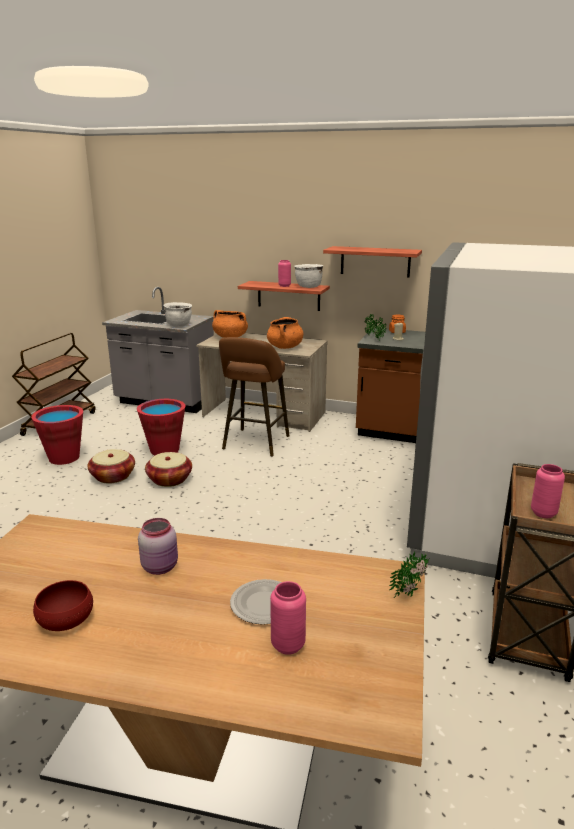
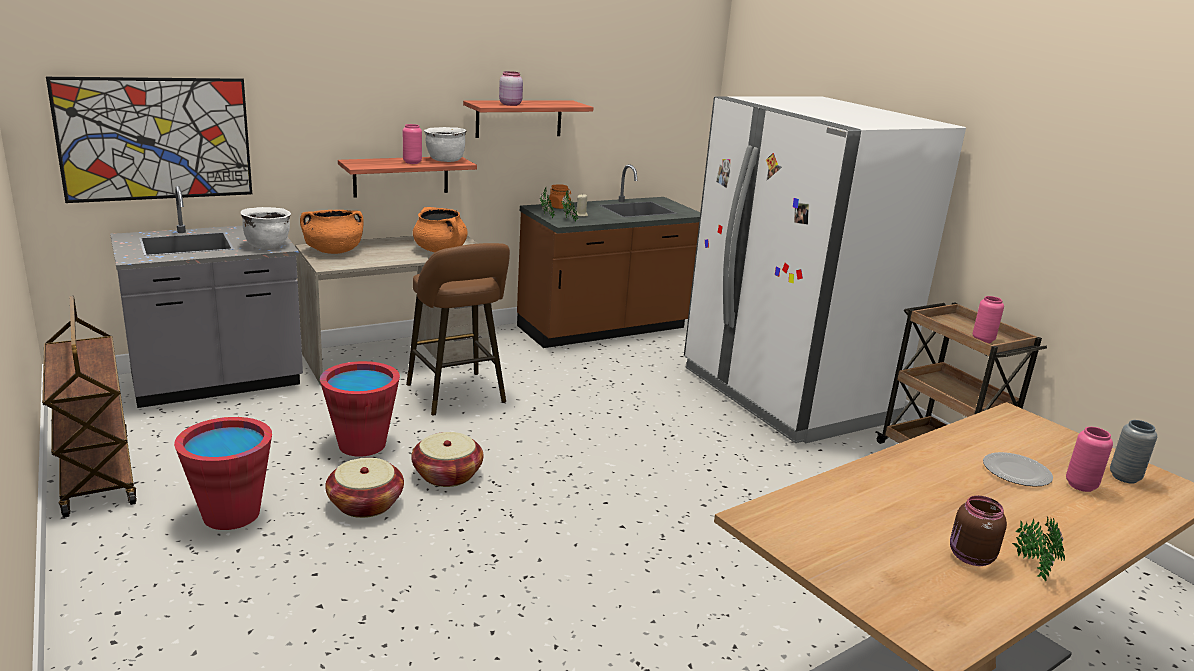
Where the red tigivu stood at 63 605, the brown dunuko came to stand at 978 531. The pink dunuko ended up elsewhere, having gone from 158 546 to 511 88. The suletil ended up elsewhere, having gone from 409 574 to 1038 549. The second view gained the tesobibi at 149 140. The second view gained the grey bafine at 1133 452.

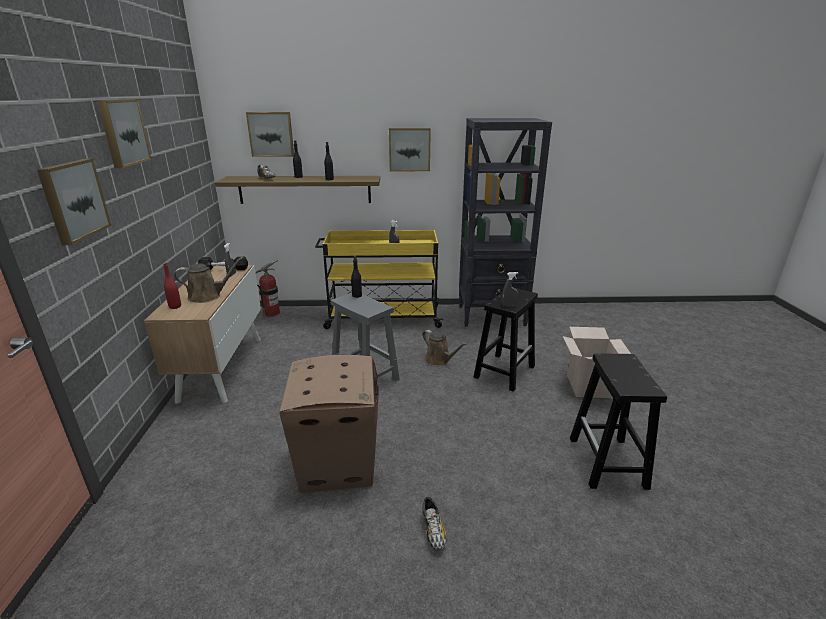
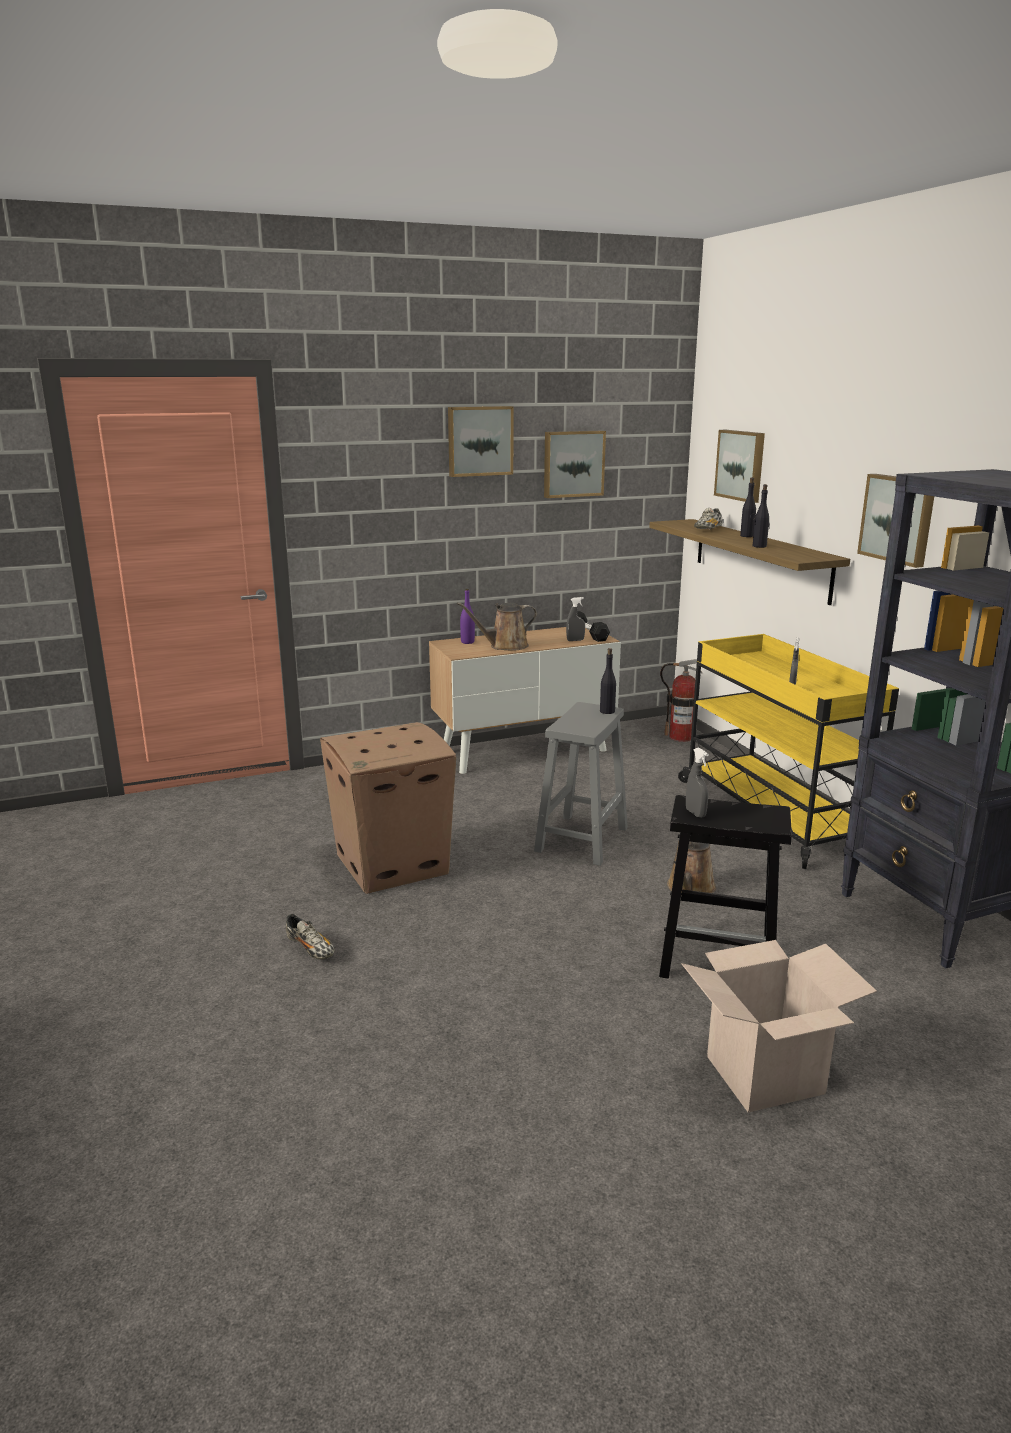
The tesobibi ended up elsewhere, having gone from 74 202 to 575 464. What was the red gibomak at 172 286 turned into the purple gibomak at 467 616. The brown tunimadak at 208 280 ended up facing another way, 105 degrees clockwise from before. The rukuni at 434 524 ended up facing another way, 105 degrees counterclockwise from before. The second view lost the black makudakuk at 618 421.

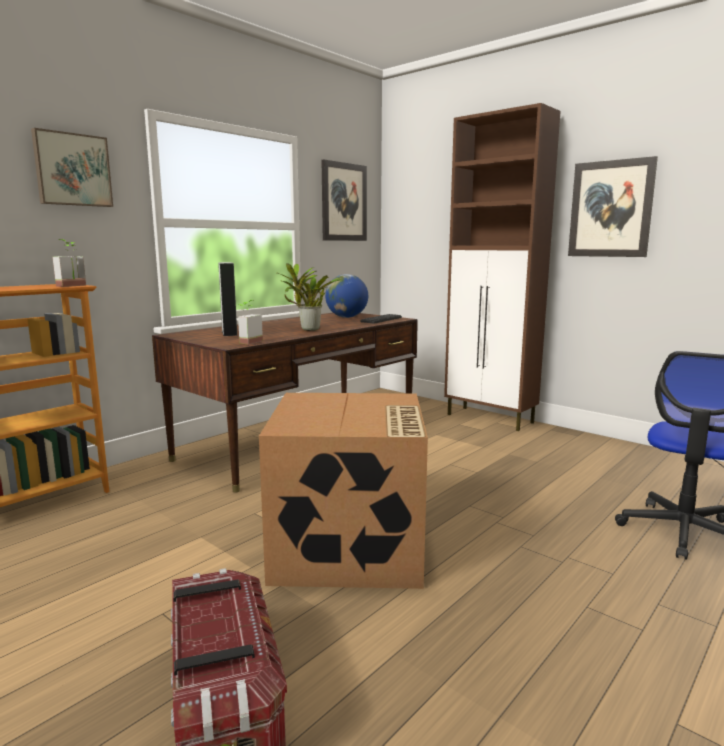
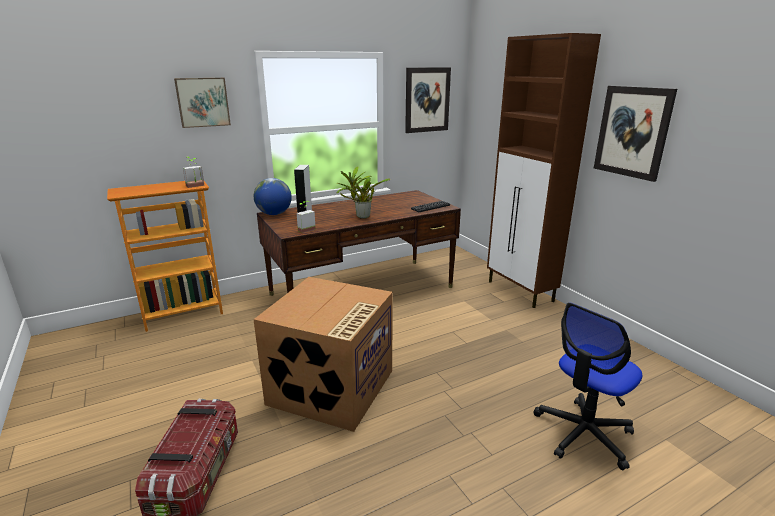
The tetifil ended up elsewhere, having gone from 346 296 to 273 196.

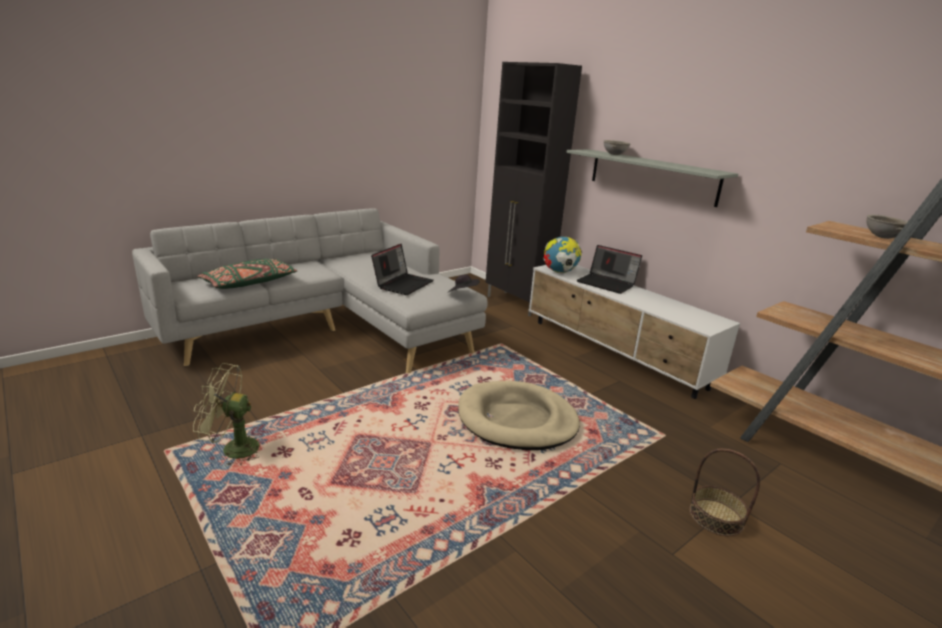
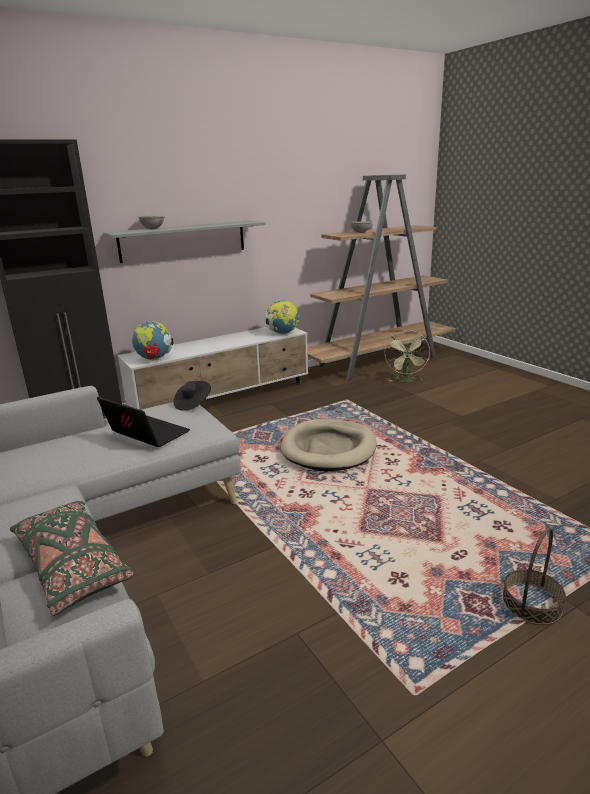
The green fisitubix ended up elsewhere, having gone from 226 414 to 407 356. The second view lost the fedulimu at 609 269. The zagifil ended up elsewhere, having gone from 724 492 to 534 576. The second view gained the tetifil at 282 317.

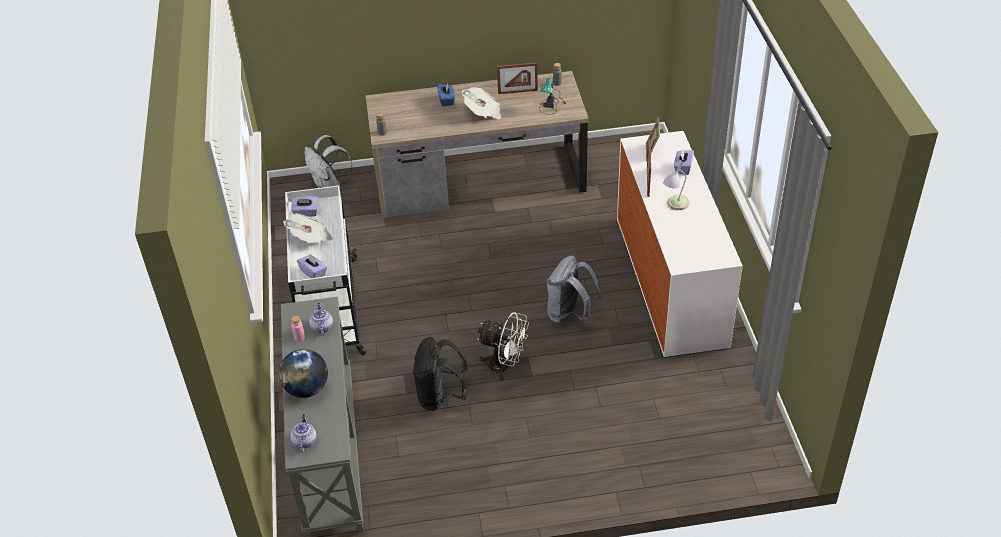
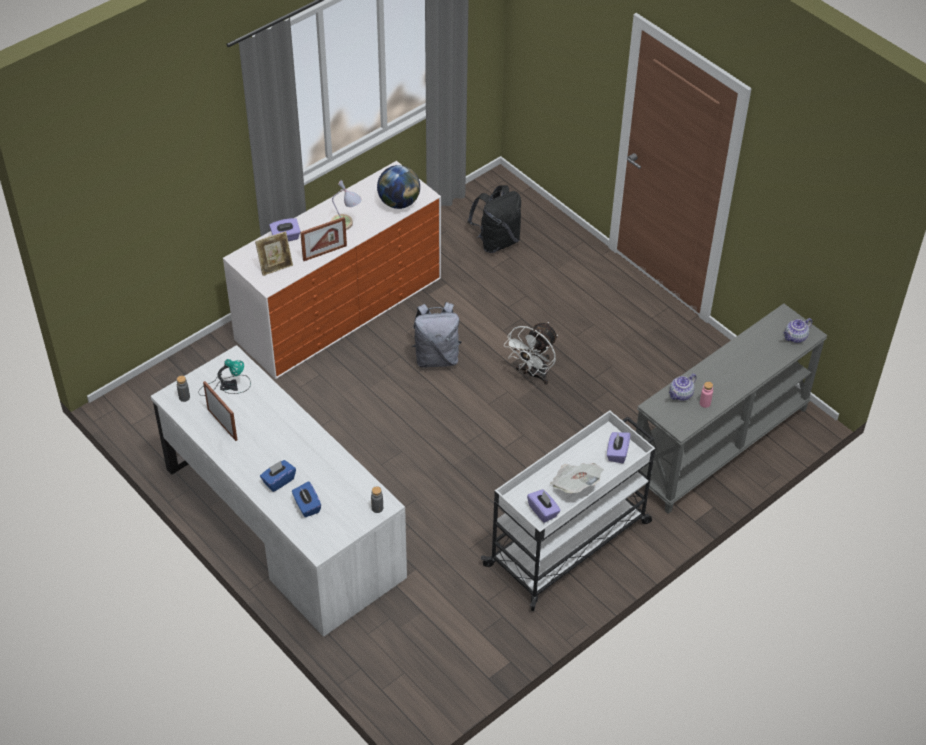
The tetifil ended up elsewhere, having gone from 303 373 to 398 187. The second view lost the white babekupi at 328 161. What was the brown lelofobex at 477 144 turned into the white lelofobex at 279 491. The black babekupi ended up elsewhere, having gone from 440 374 to 494 219. The second view lost the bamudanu at 481 103. The white fisitubix at 503 346 ended up facing another way, 135 degrees counterclockwise from before. The second view gained the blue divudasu at 306 499.

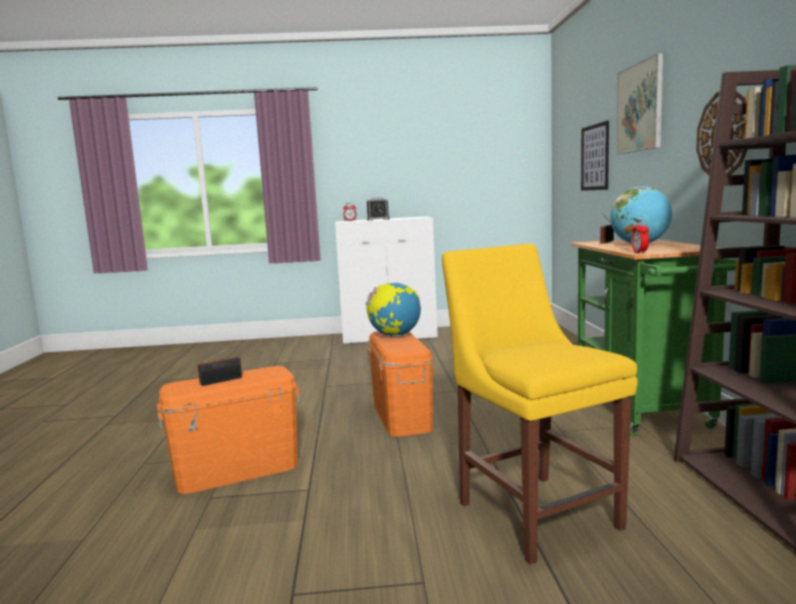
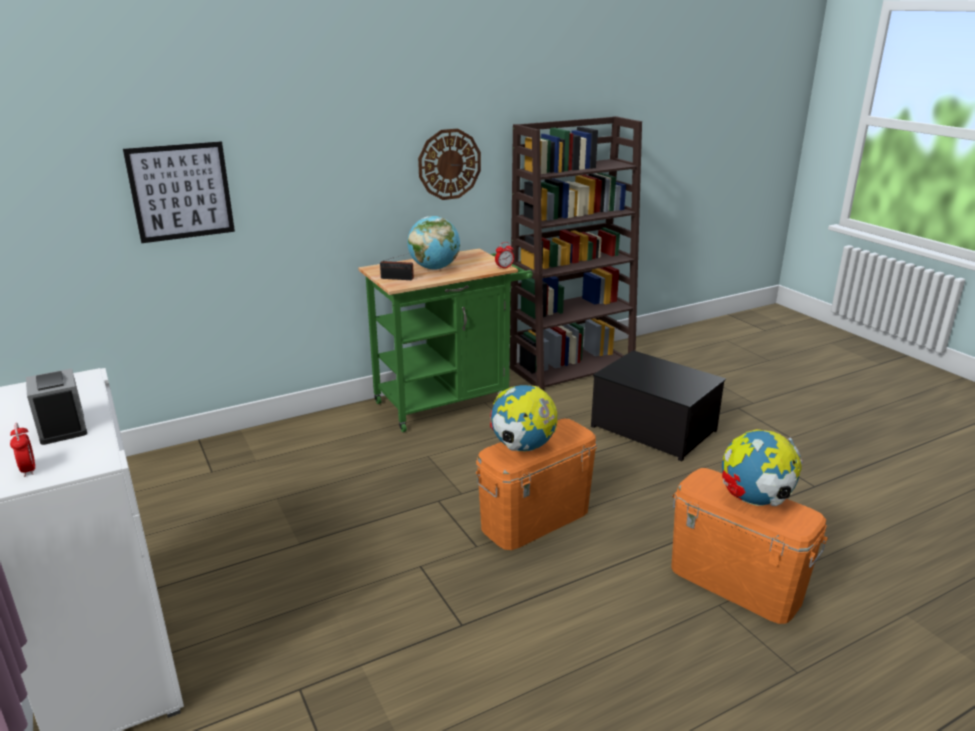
Where the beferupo stood at 220 363, the tetifil came to stand at 762 467. Where the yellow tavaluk stood at 540 403, the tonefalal came to stand at 658 405. The second view lost the tesobibi at 639 103.

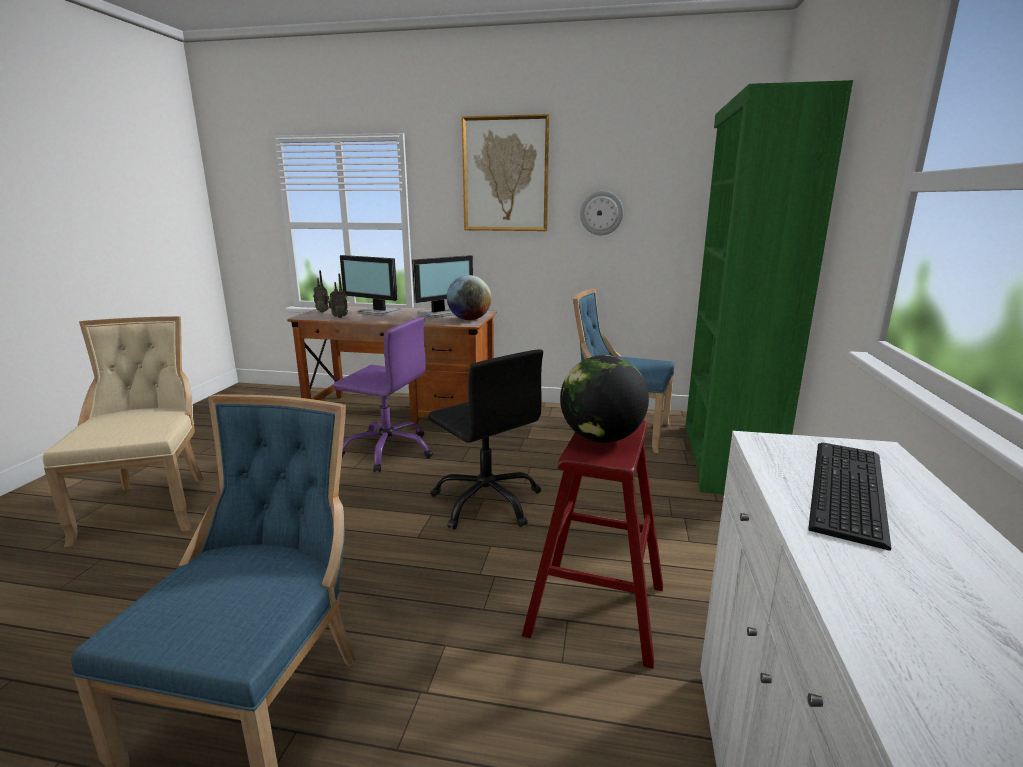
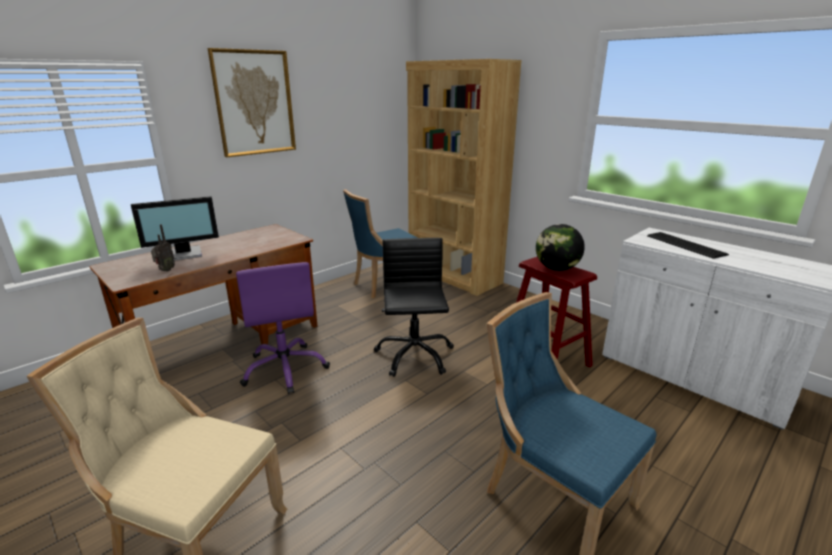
The second view lost the beferupo at 321 291. The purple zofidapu at 383 394 ended up facing another way, 105 degrees clockwise from before. The second view lost the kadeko at 442 286. The black zofidapu at 485 439 ended up facing another way, 90 degrees counterclockwise from before. The second view lost the tetifil at 469 297. The second view lost the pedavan at 601 213. What was the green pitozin at 769 287 turned into the brown pitozin at 463 177.

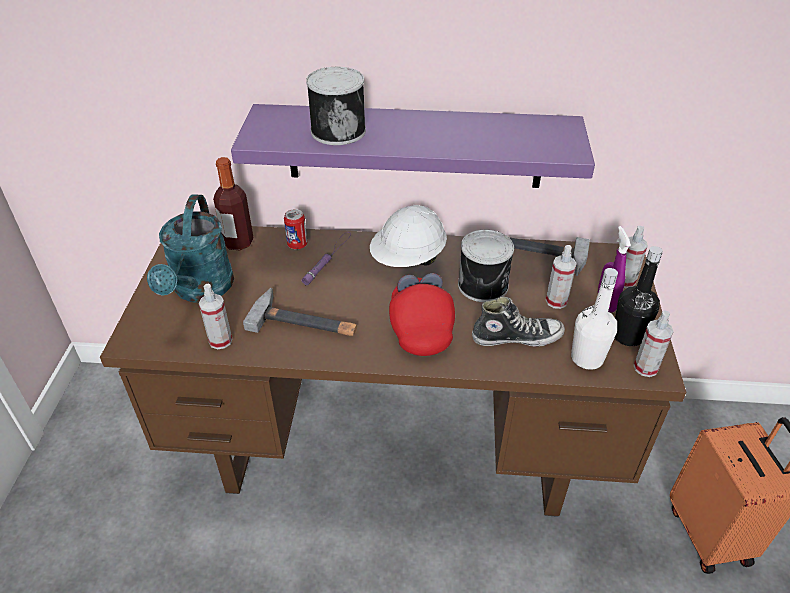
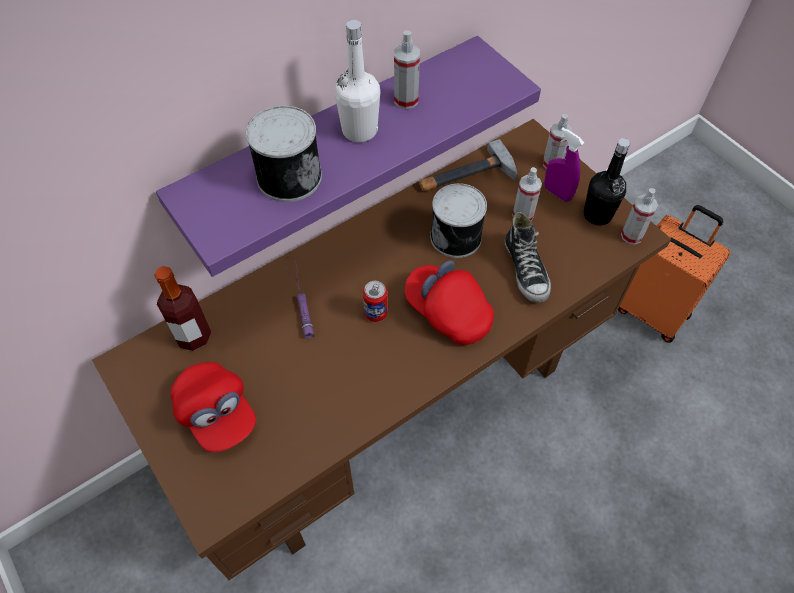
Where the turquoise tunimadak stood at 190 248, the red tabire came to stand at 213 407. The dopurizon ended up elsewhere, having gone from 215 316 to 407 69. The second view lost the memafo at 300 312. The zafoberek ended up elsewhere, having gone from 295 229 to 375 301. The second view lost the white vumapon at 408 236. The rukuni at 518 322 ended up facing another way, 120 degrees clockwise from before. The white gibomak ended up elsewhere, having gone from 594 319 to 357 81.

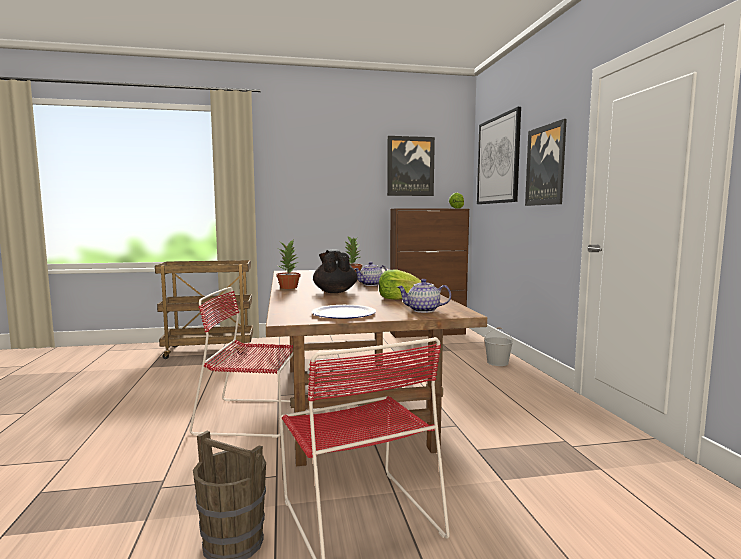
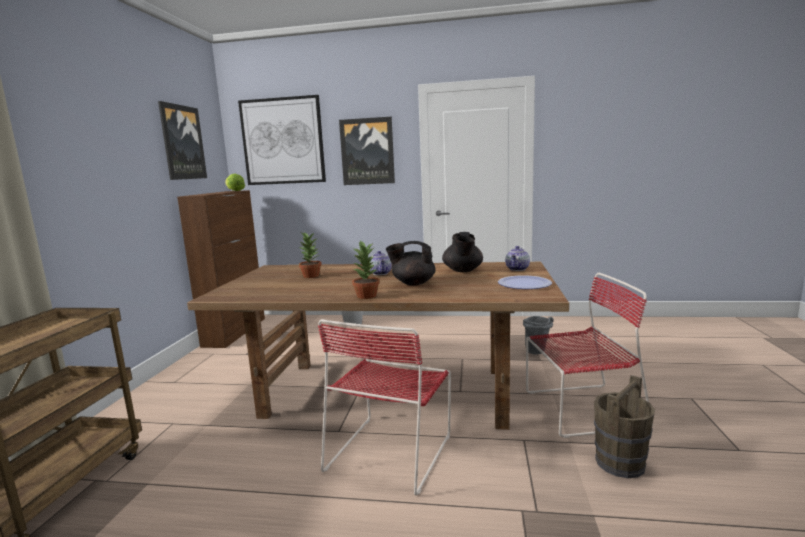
Where the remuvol stood at 400 285, the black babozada came to stand at 462 252. The second view gained the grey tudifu at 538 335.

